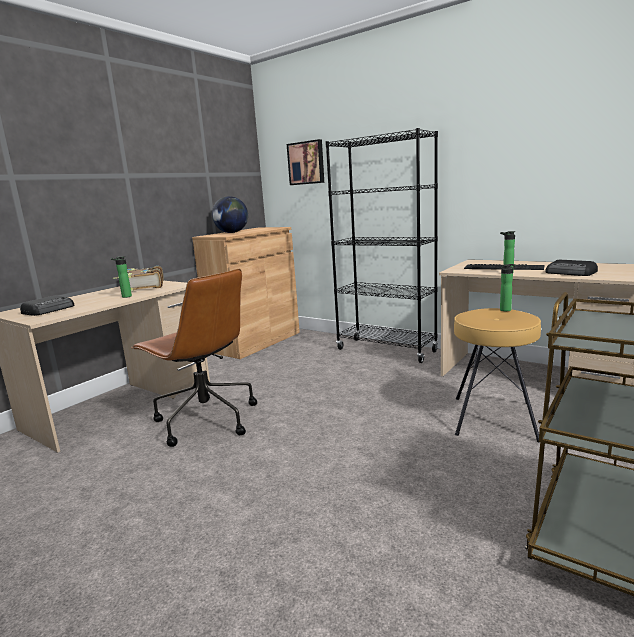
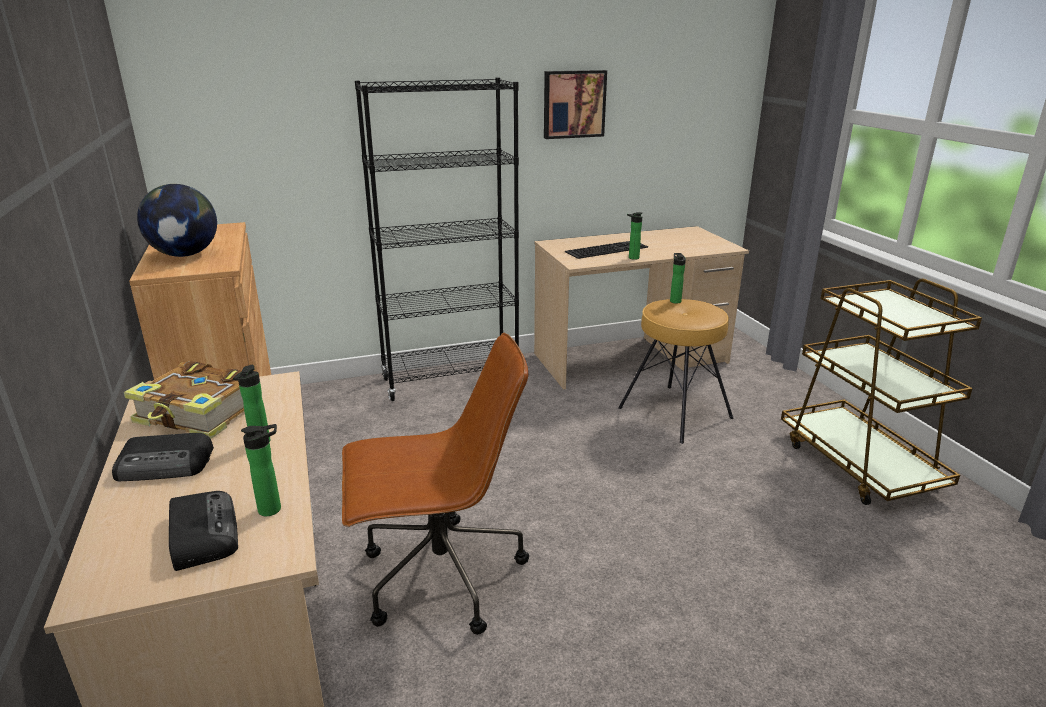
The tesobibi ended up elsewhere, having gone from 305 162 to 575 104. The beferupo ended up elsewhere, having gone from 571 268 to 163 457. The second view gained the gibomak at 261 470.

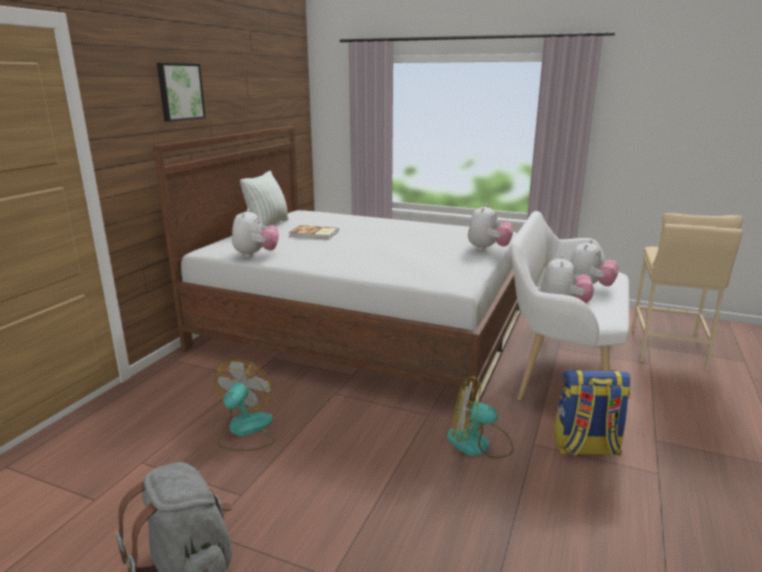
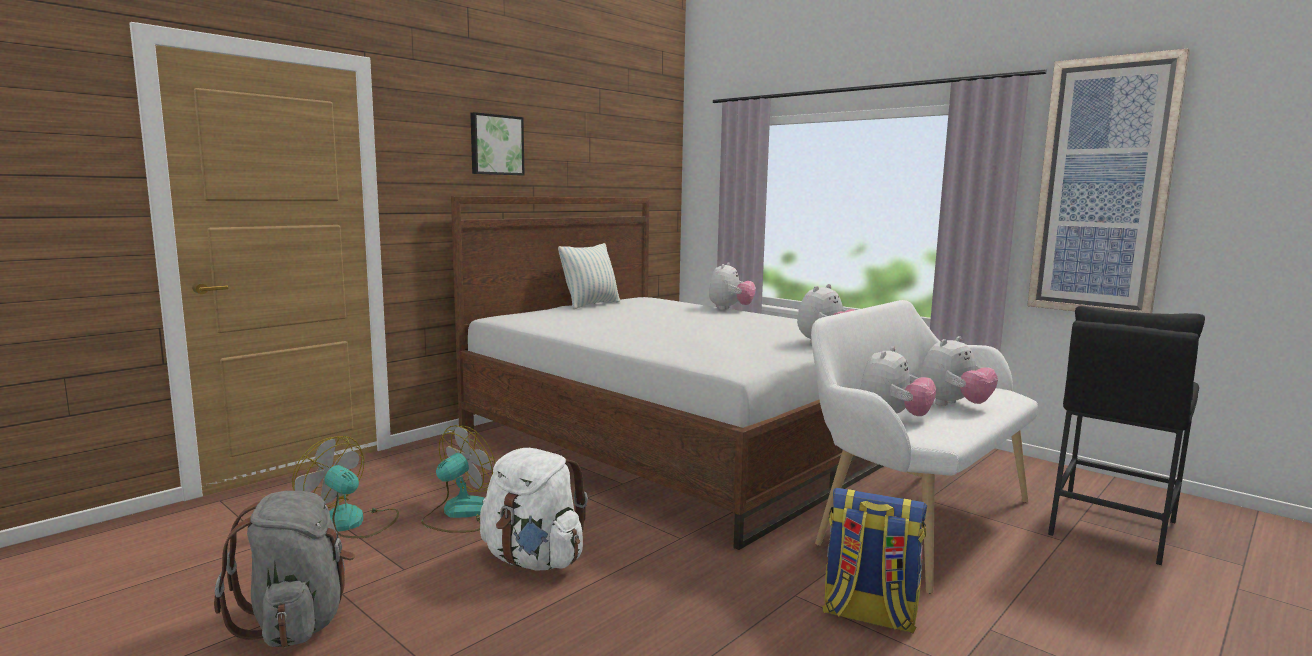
The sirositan ended up elsewhere, having gone from 255 233 to 732 286. The second view lost the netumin at 314 232. The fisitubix ended up elsewhere, having gone from 480 417 to 345 487. What was the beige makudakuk at 687 292 turned into the black makudakuk at 1126 435. The second view gained the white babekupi at 534 509. The second view gained the tesobibi at 1108 180.

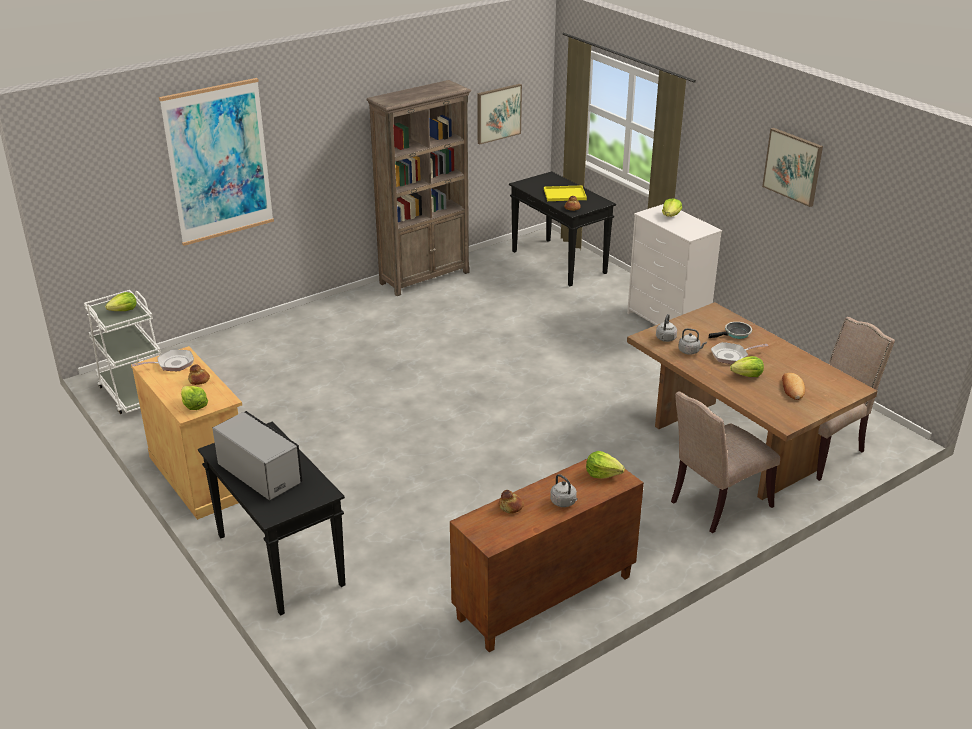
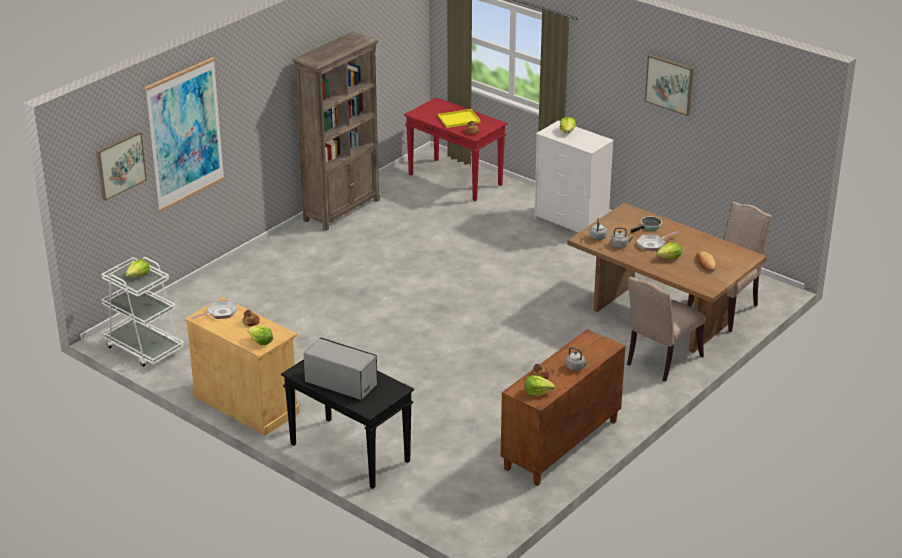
The tesobibi ended up elsewhere, having gone from 499 114 to 121 166. What was the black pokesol at 562 228 turned into the red pokesol at 455 149. The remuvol ended up elsewhere, having gone from 605 465 to 540 385.

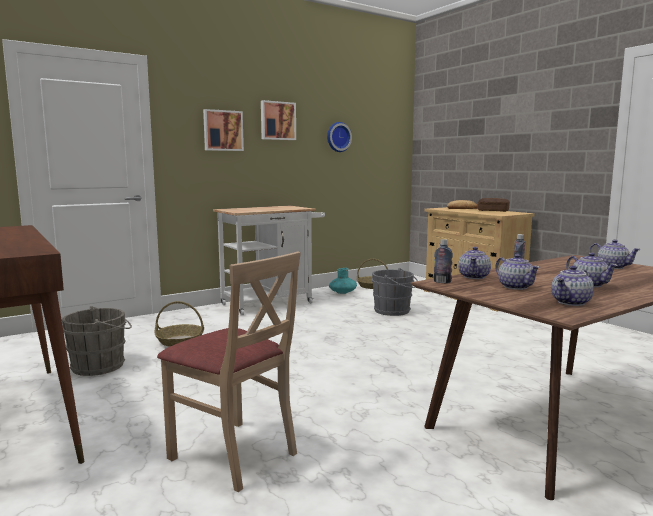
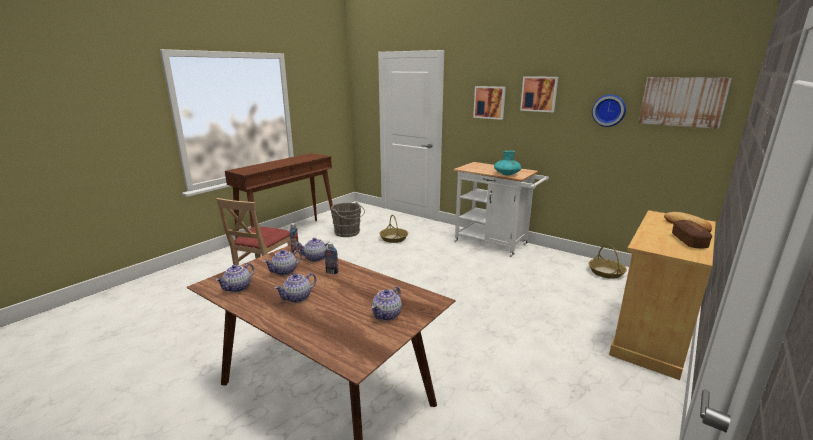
The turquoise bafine ended up elsewhere, having gone from 343 281 to 507 163. The second view lost the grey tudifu at 395 292. The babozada at 572 286 ended up facing another way, 90 degrees counterclockwise from before. The second view gained the tesobibi at 685 103.

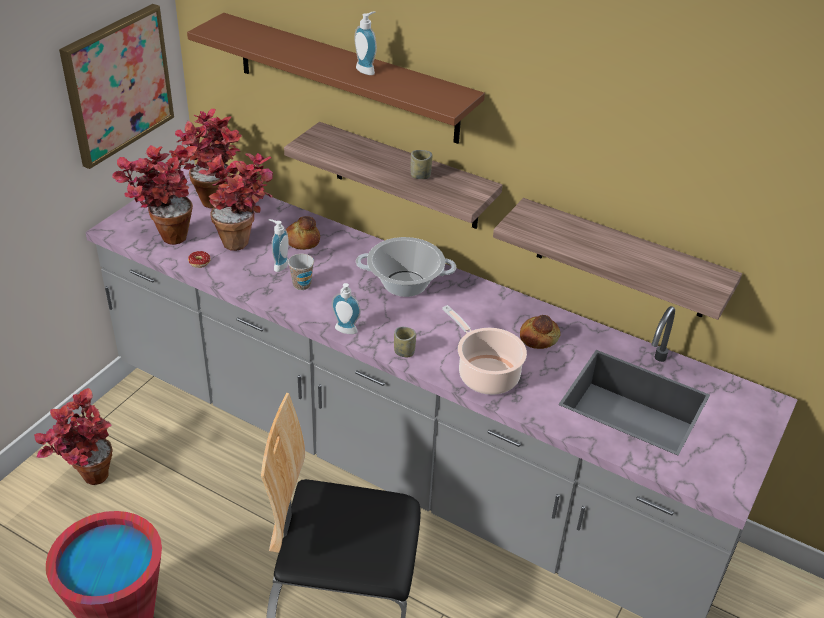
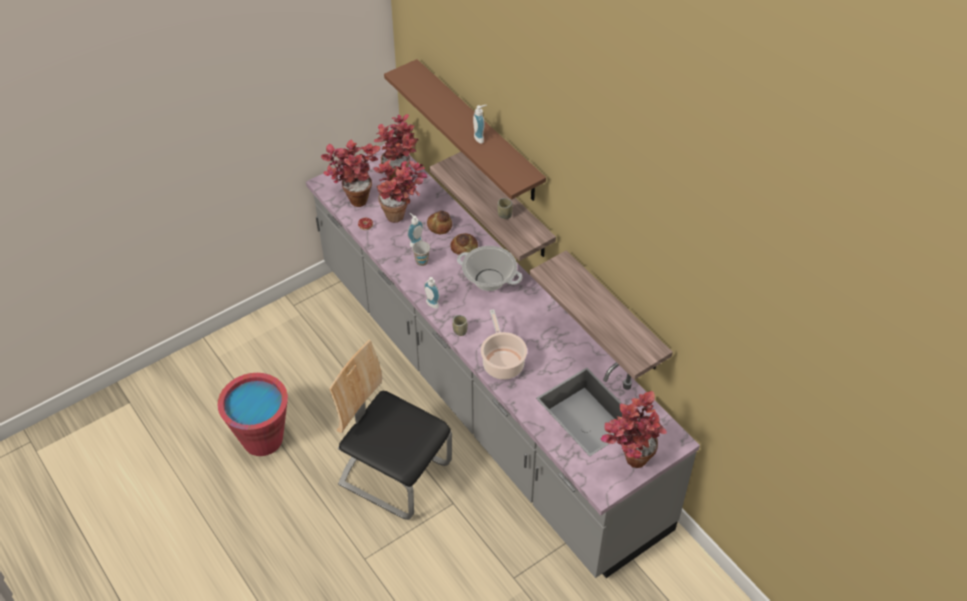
The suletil ended up elsewhere, having gone from 73 436 to 634 429. The second view lost the tesobibi at 116 86. The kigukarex ended up elsewhere, having gone from 540 332 to 464 244.

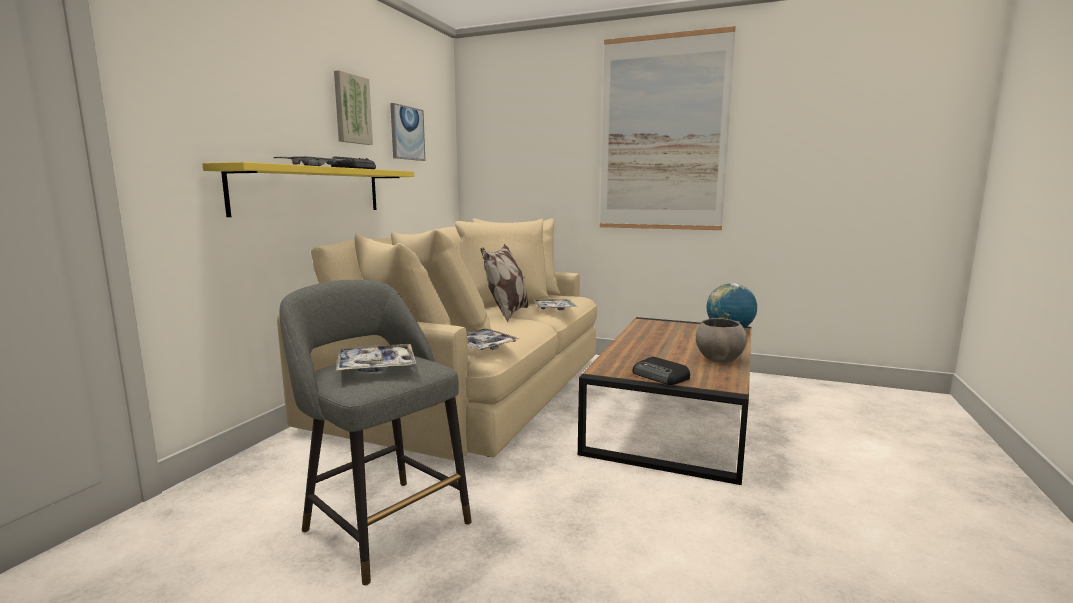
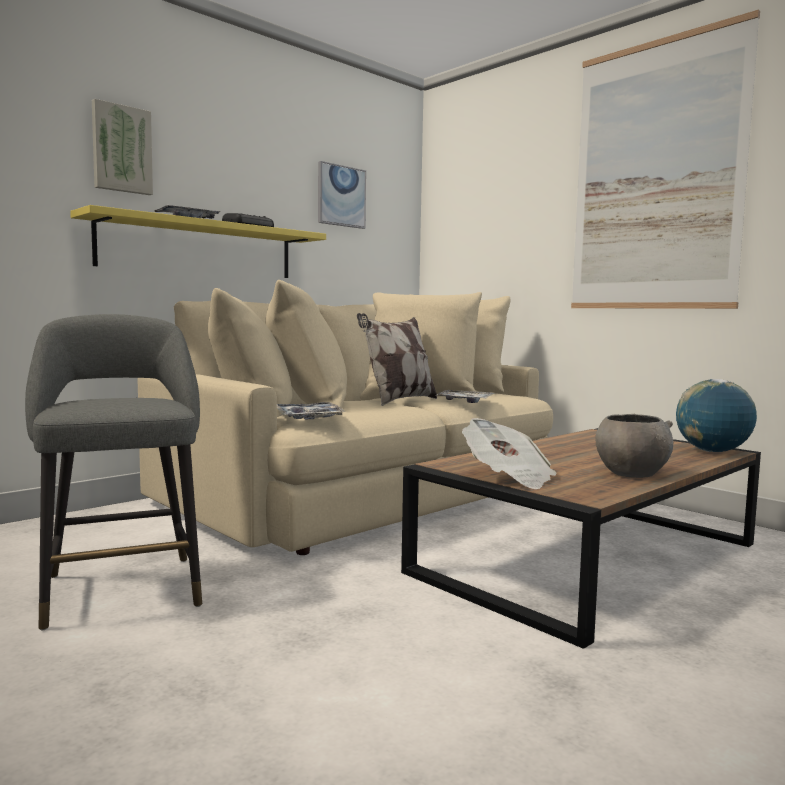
The tesobibi ended up elsewhere, having gone from 353 107 to 122 147. The second view lost the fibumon at 376 358. Where the beferupo stood at 661 371, the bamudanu came to stand at 509 453.

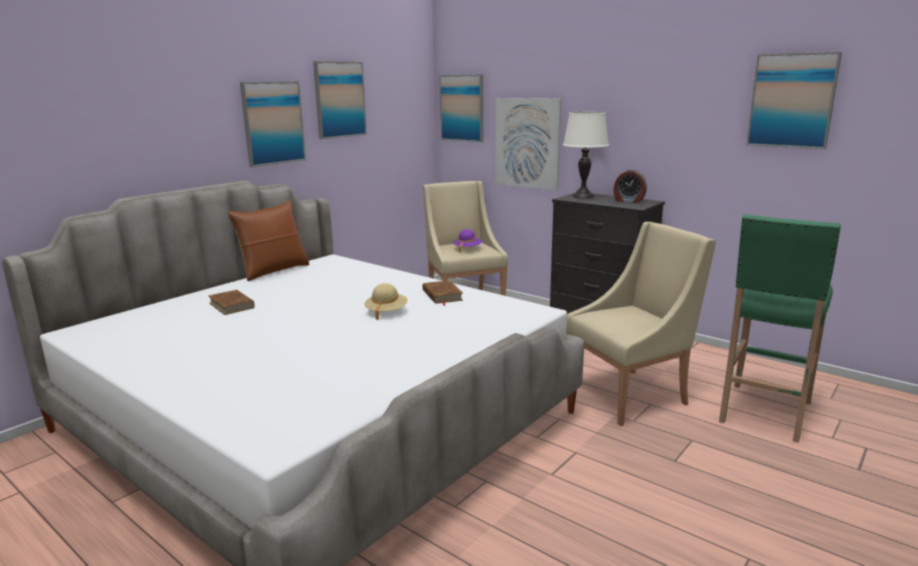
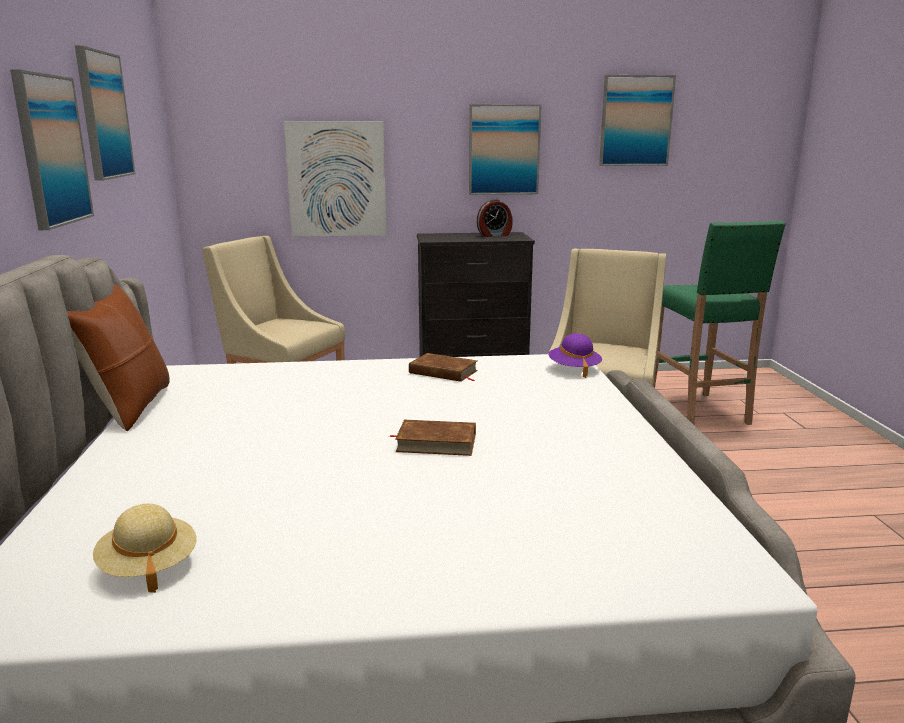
The brown netumin ended up elsewhere, having gone from 232 302 to 432 438. The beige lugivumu ended up elsewhere, having gone from 385 301 to 144 548. The tesobibi ended up elsewhere, having gone from 461 108 to 505 149. The purple lugivumu ended up elsewhere, having gone from 467 241 to 575 355. The second view lost the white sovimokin at 586 155.

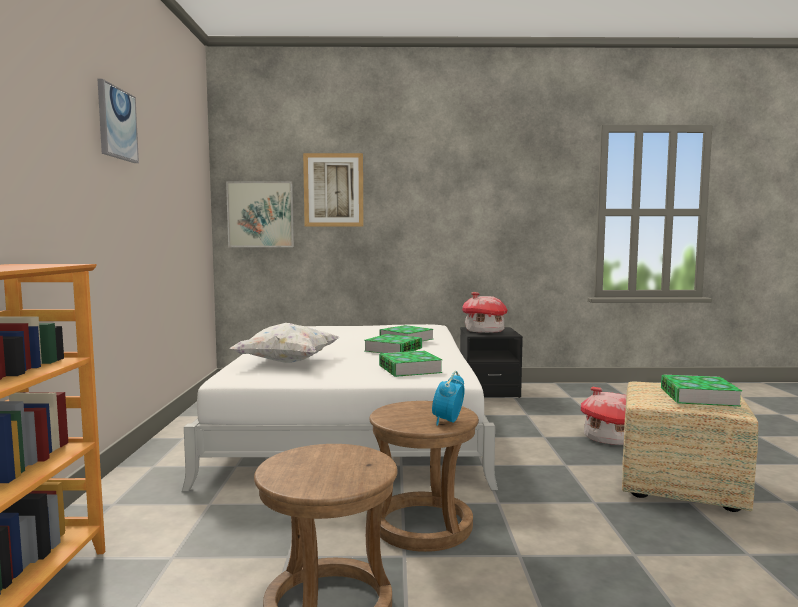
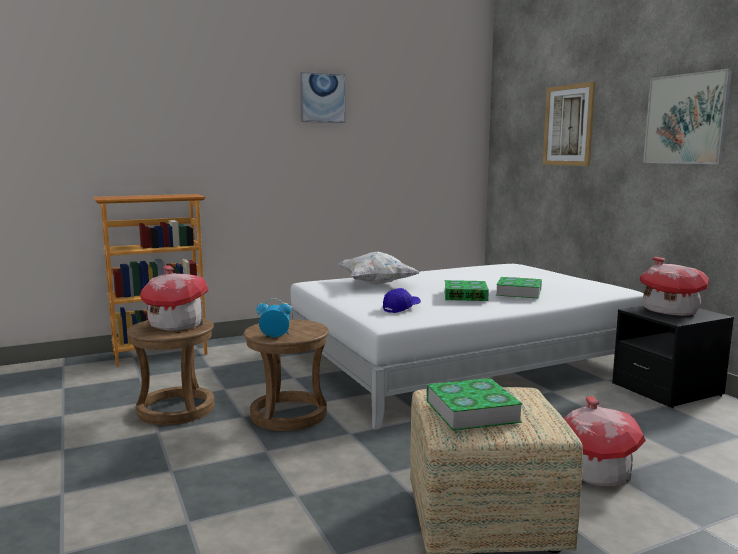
The tesobibi ended up elsewhere, having gone from 260 214 to 687 116. Where the netumin stood at 410 364, the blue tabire came to stand at 402 300. The second view gained the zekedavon at 174 298.

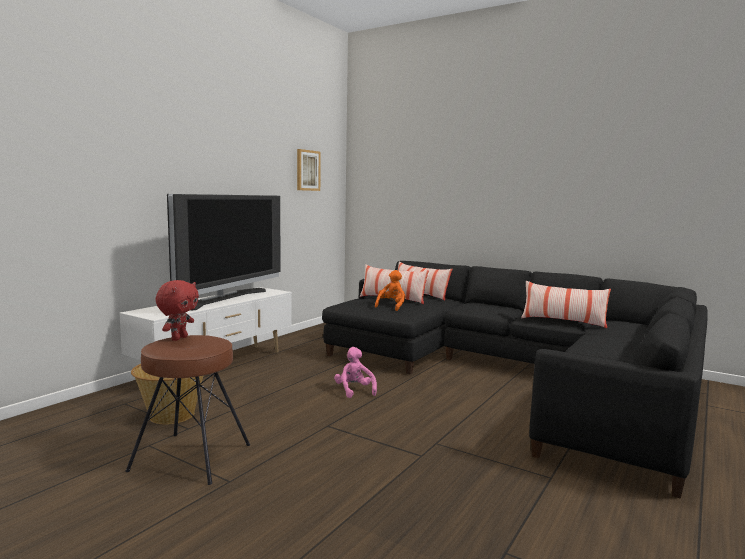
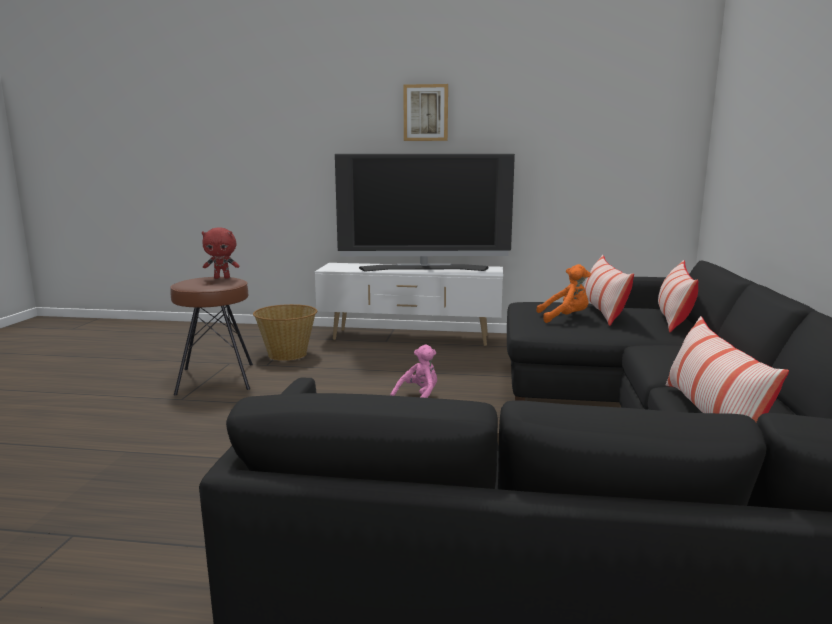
The tesobibi ended up elsewhere, having gone from 309 170 to 426 112.

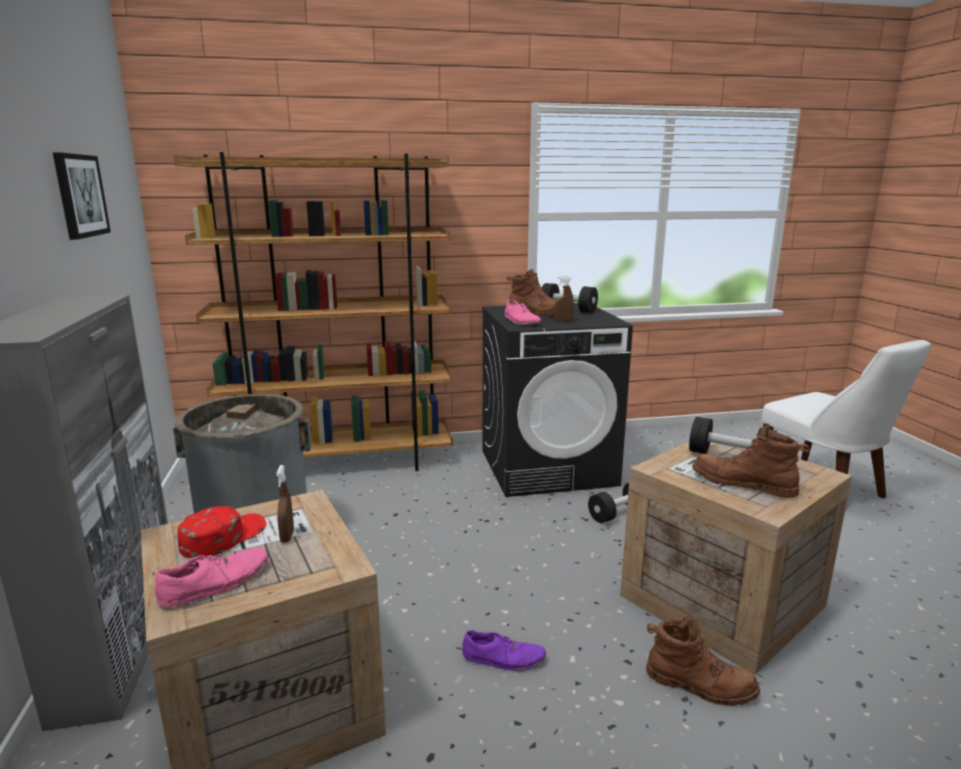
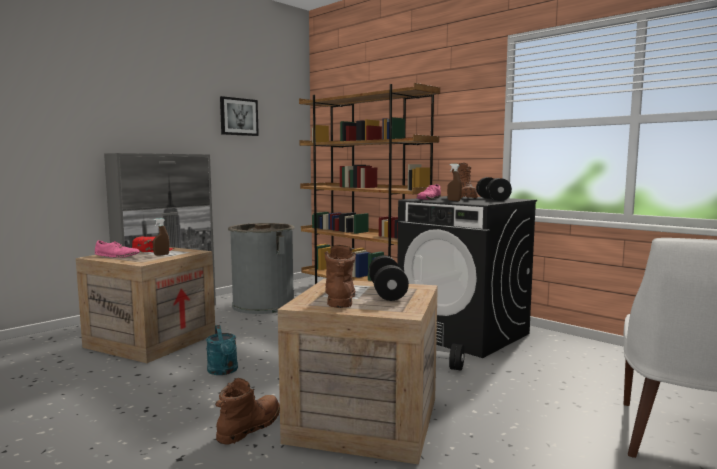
Where the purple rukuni stood at 504 650, the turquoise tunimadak came to stand at 222 350. The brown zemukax at 703 661 ended up facing another way, 135 degrees counterclockwise from before.

